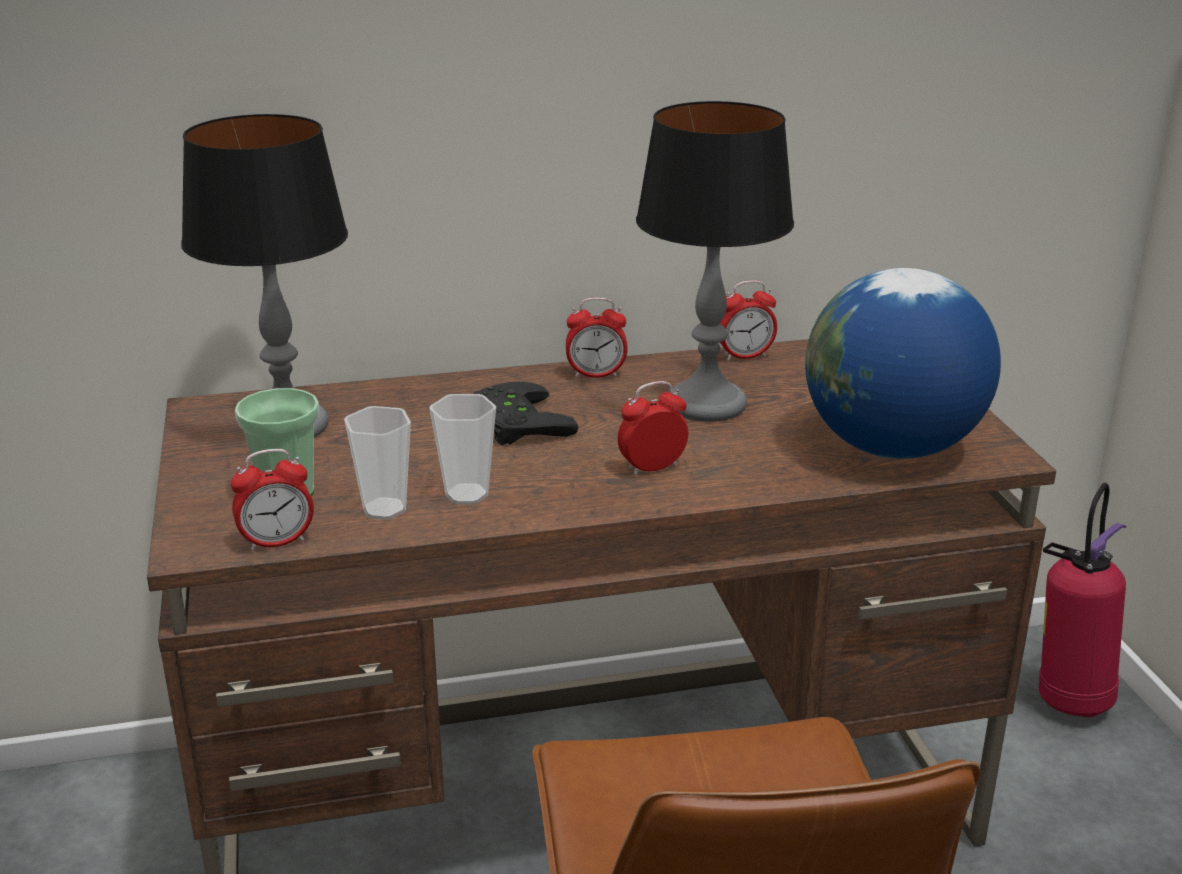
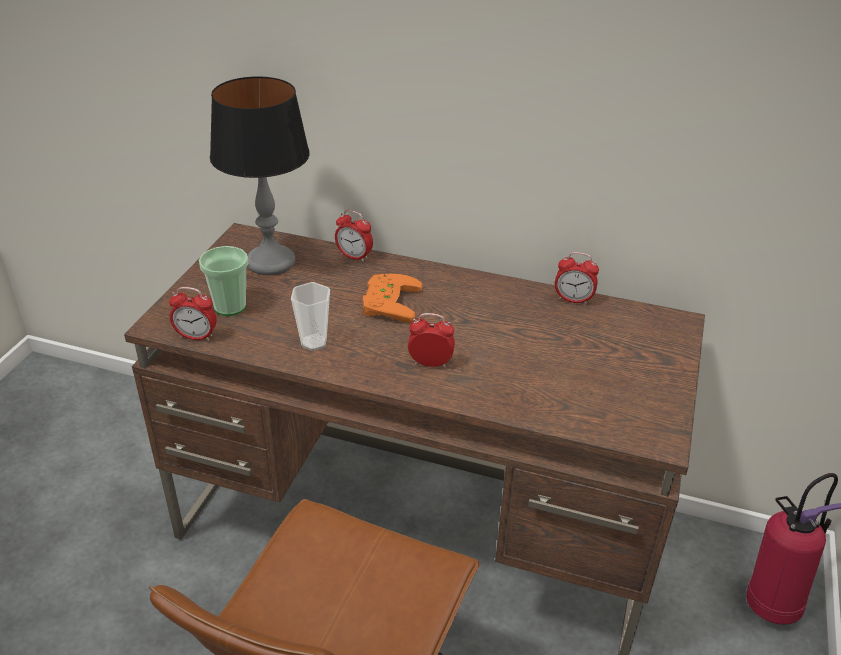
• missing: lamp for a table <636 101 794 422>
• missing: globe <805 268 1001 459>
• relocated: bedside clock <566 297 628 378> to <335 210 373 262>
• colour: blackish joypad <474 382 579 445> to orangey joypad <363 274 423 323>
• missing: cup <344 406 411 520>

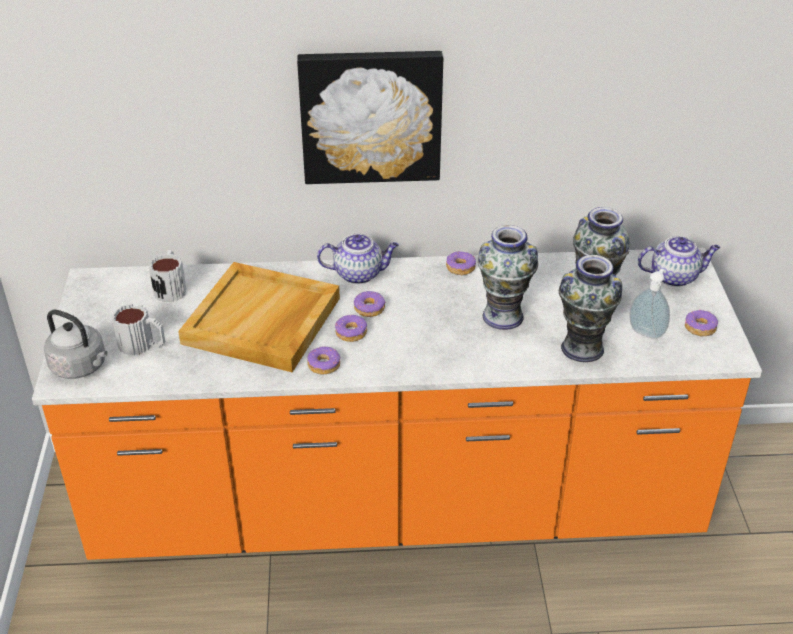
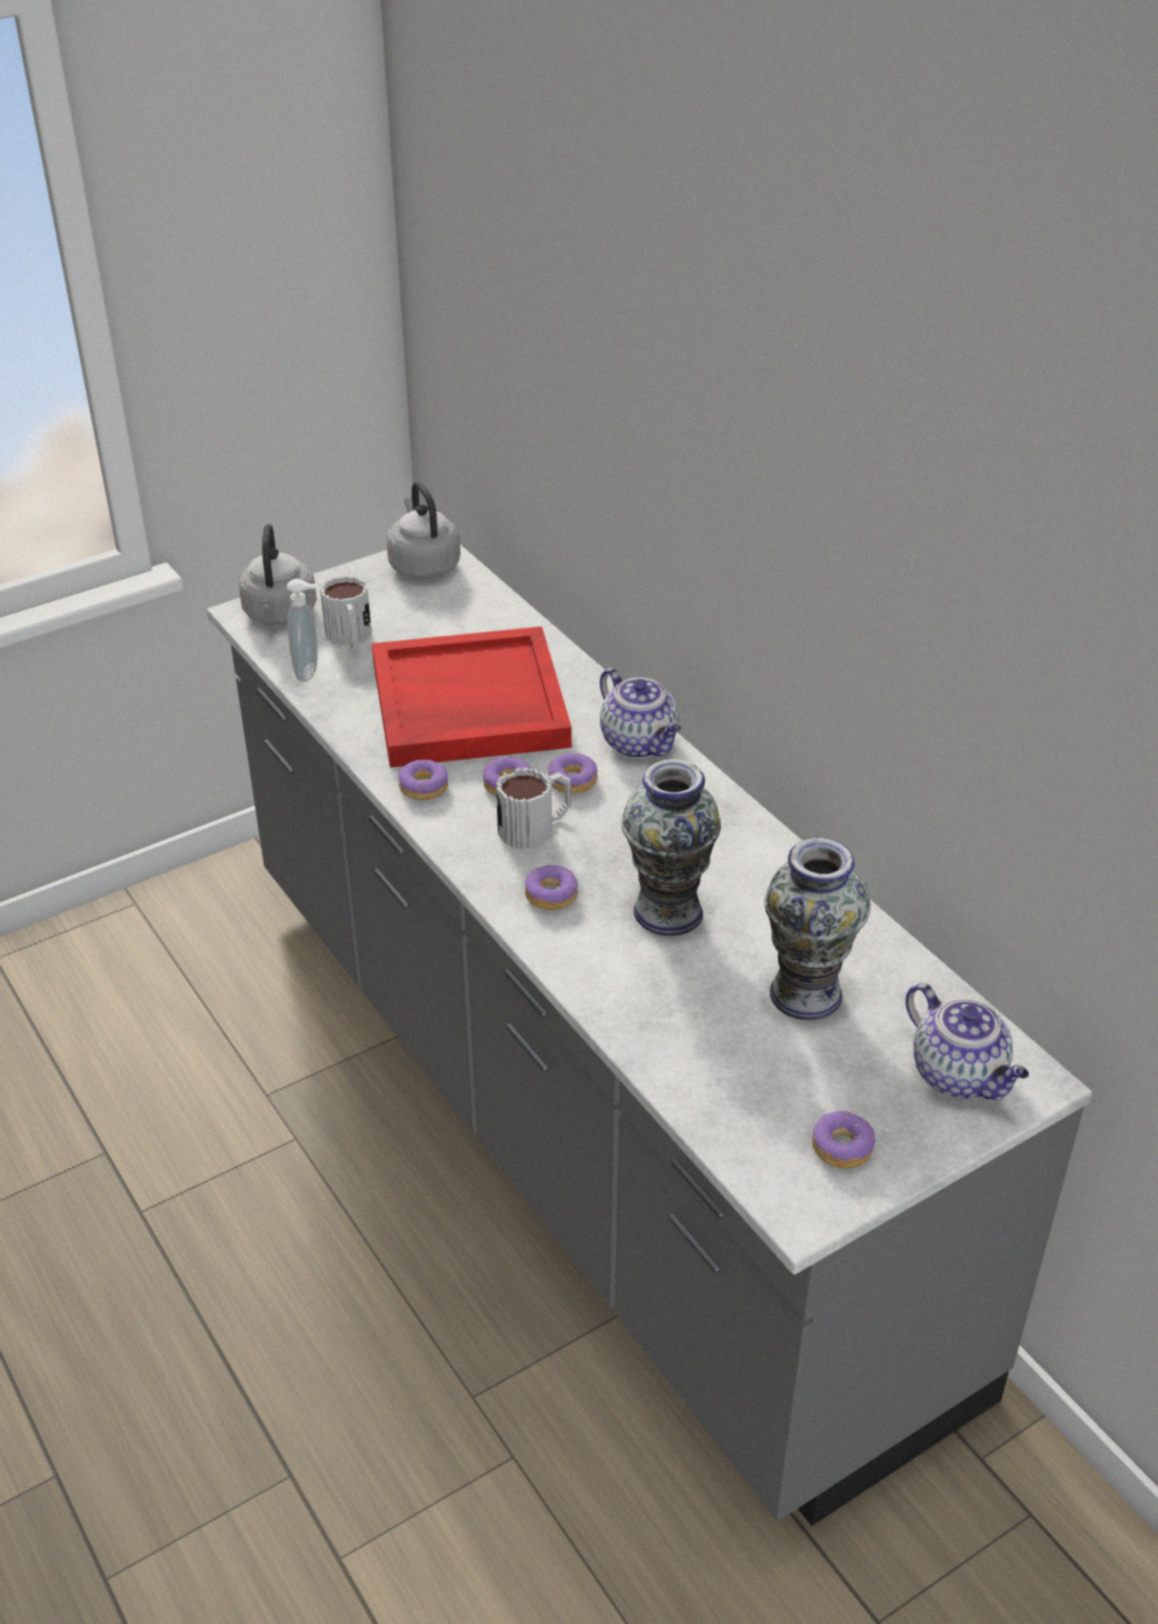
• missing: picture <297 51 443 184>
• colour: orangey counter <32 248 762 560> to greyish counter <207 545 1092 1526>
• relocated: mug <149 250 186 302> to <496 768 571 849>
• relocated: donut <446 251 476 275> to <525 865 578 910>
• missing: decorative vase <559 255 622 362>
• colour: beige-coloured tray <178 262 340 372> to red tray <372 626 572 768>
• relocated: soap dispenser <629 269 670 339> to <287 579 318 682>
• appeared: greyish water kettle <386 481 460 579>

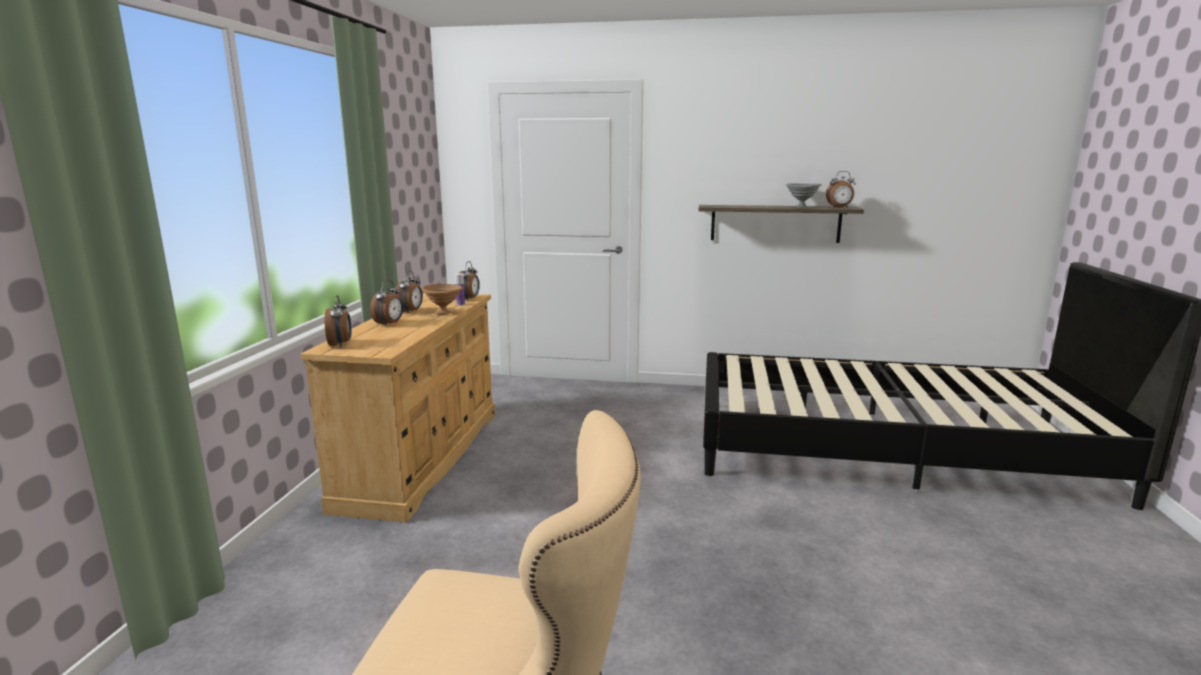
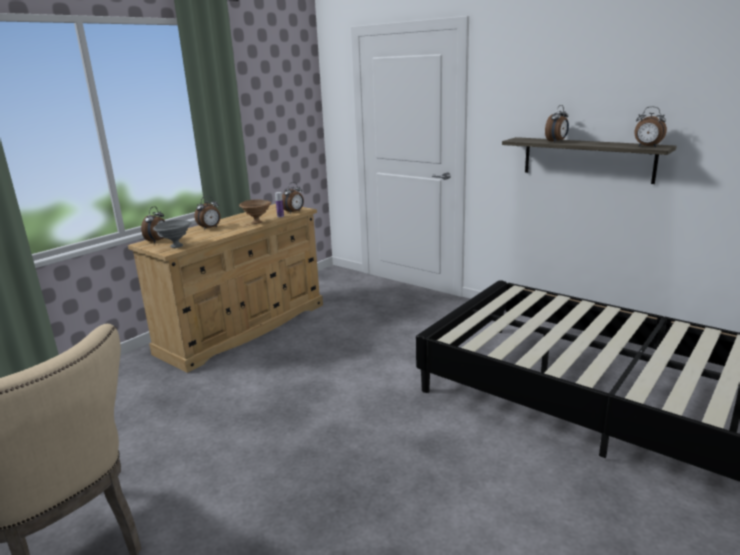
• relocated: greyish deep dish <785 184 822 208> to <153 220 191 248>
• relocated: bedside clock <395 271 423 314> to <545 105 569 143>

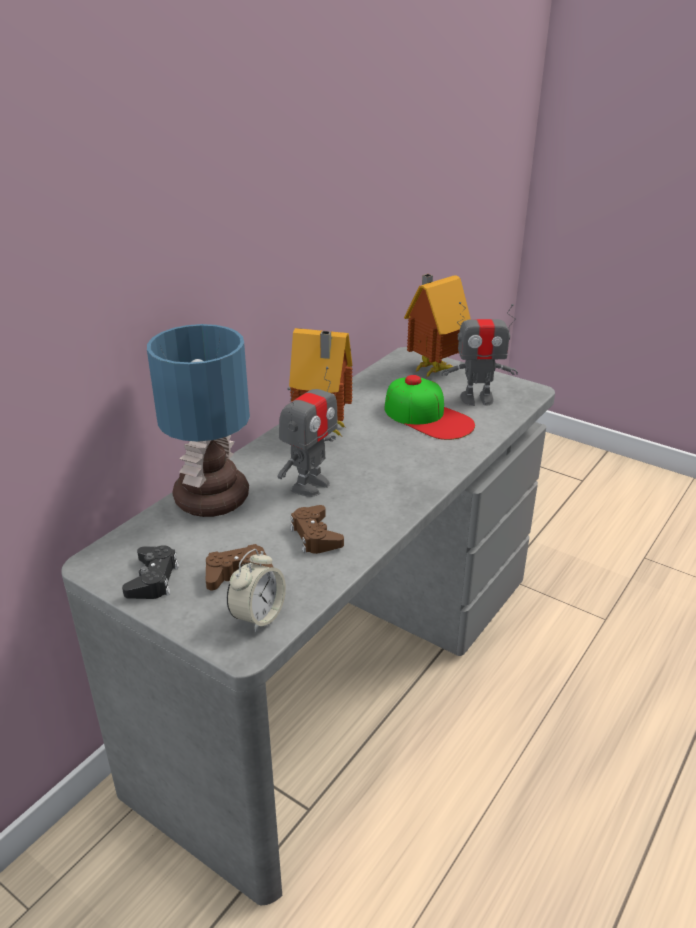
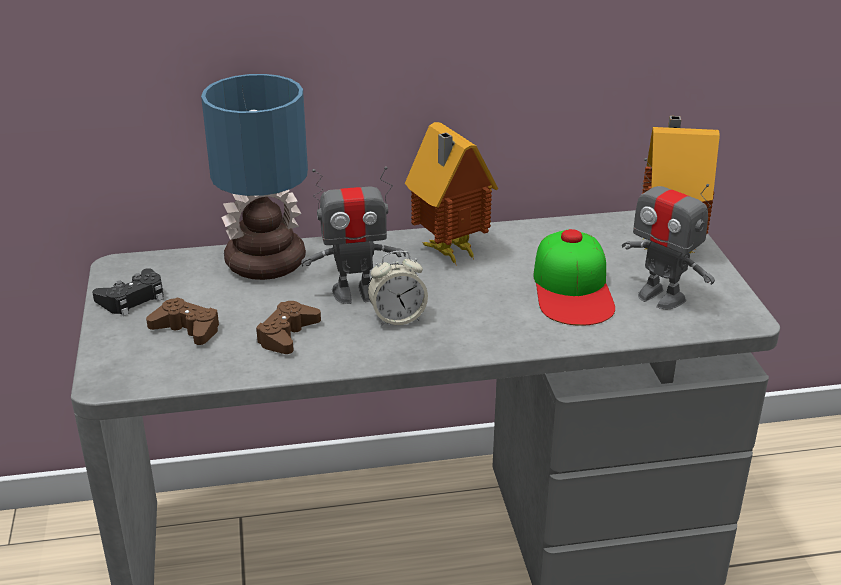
• relocated: bedside clock <227 549 286 633> to <368 251 428 327>

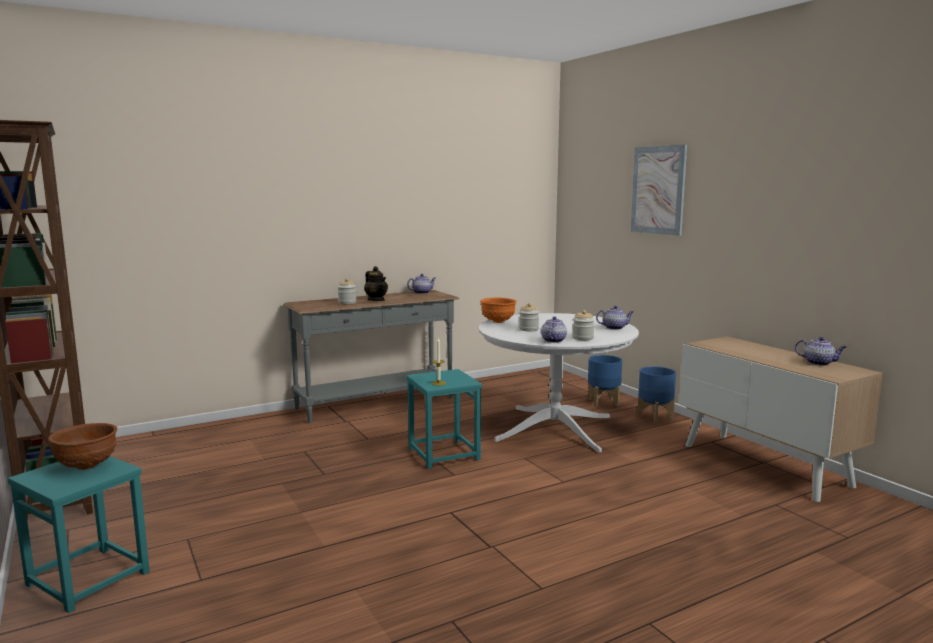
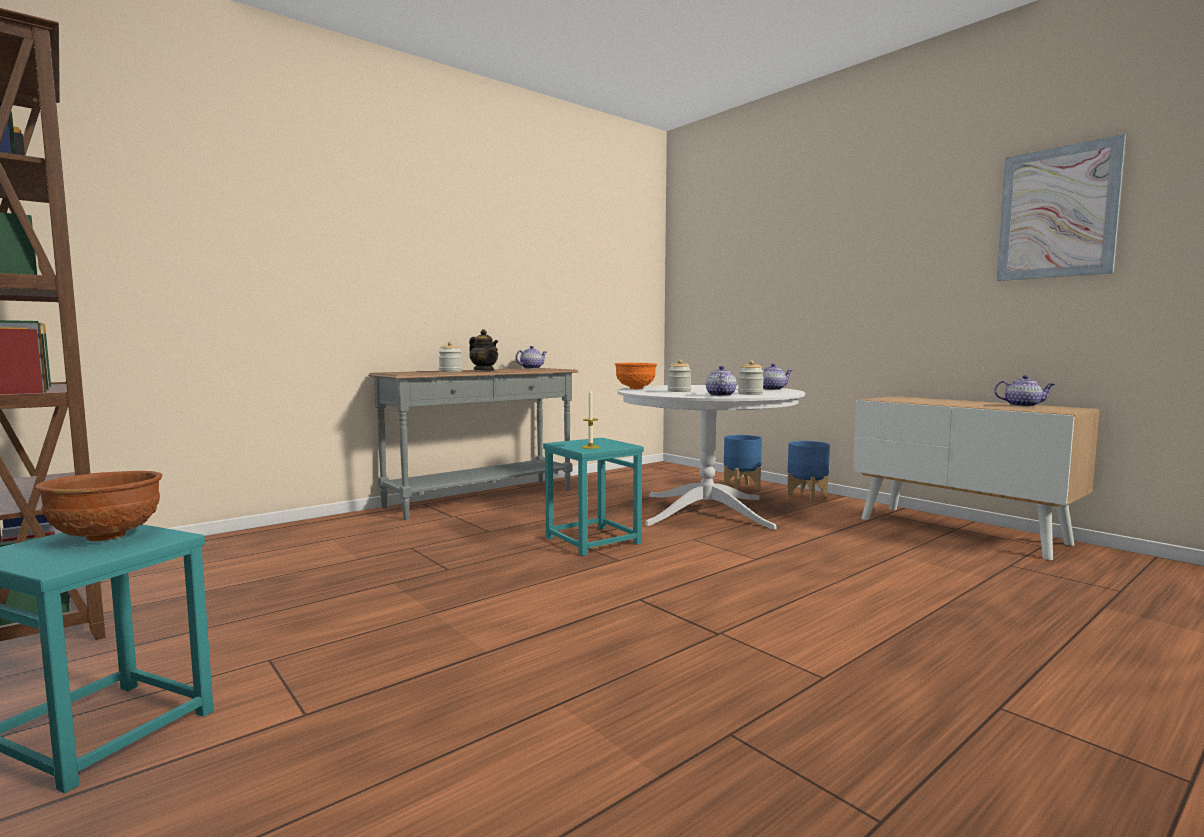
• relocated: picture <631 144 687 236> to <997 134 1126 281>

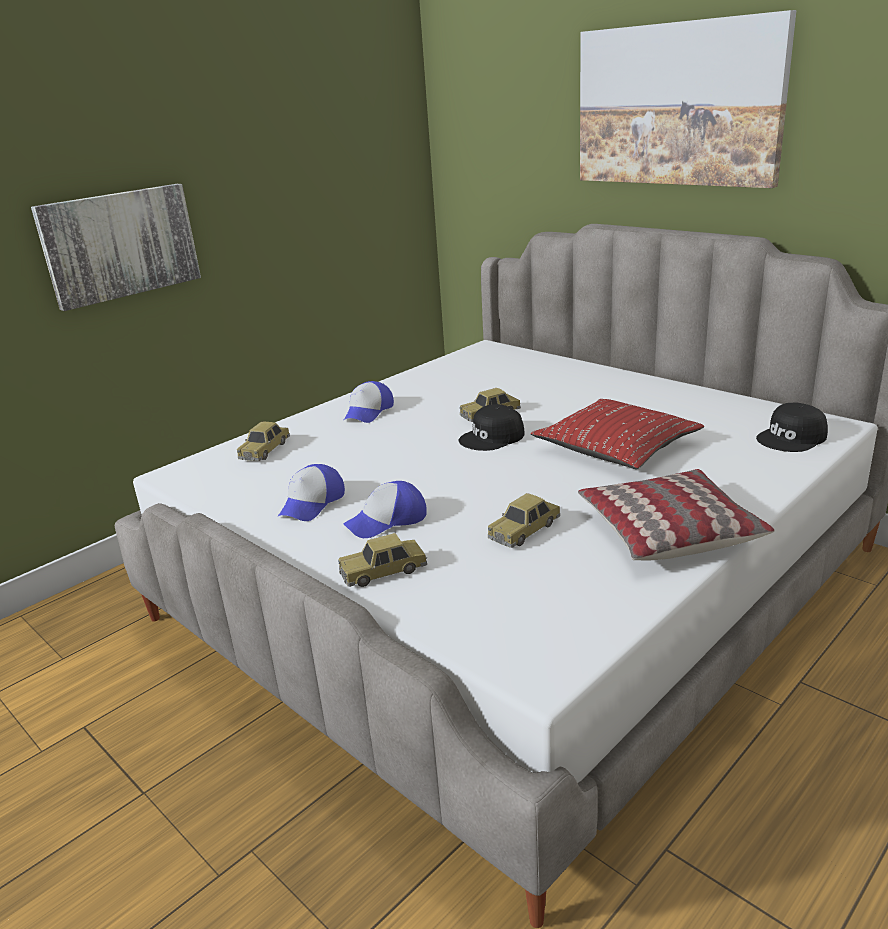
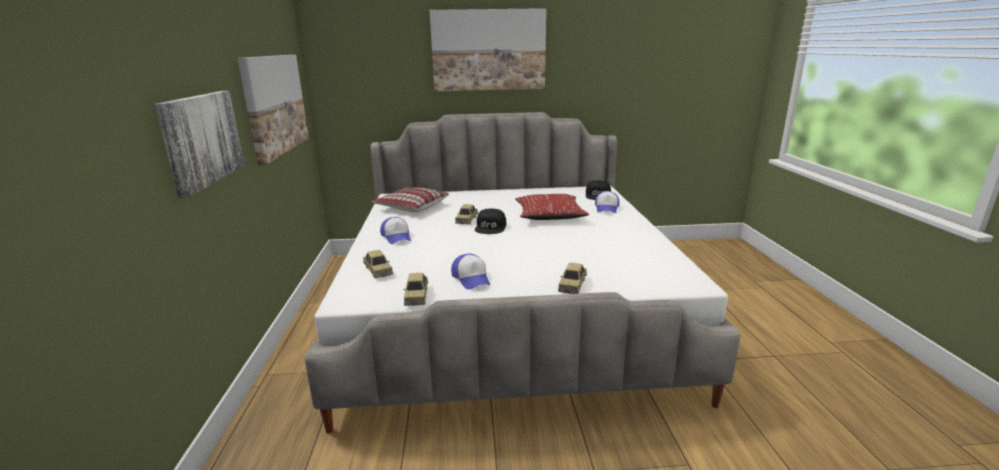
• relocated: pillow <578 469 775 561> to <371 187 449 212>
• relocated: peaked cap <343 481 427 538> to <595 191 620 213>
• relocated: model car <488 493 560 548> to <403 273 428 306>
• appeared: picture <237 55 309 165>

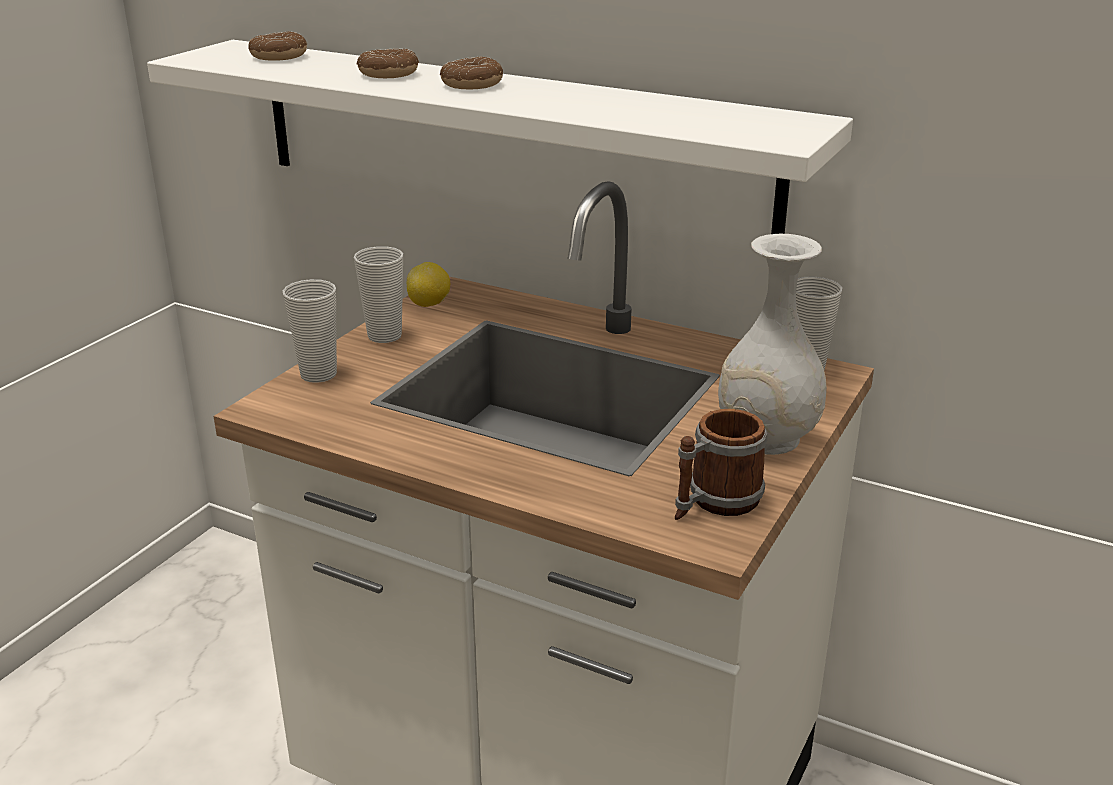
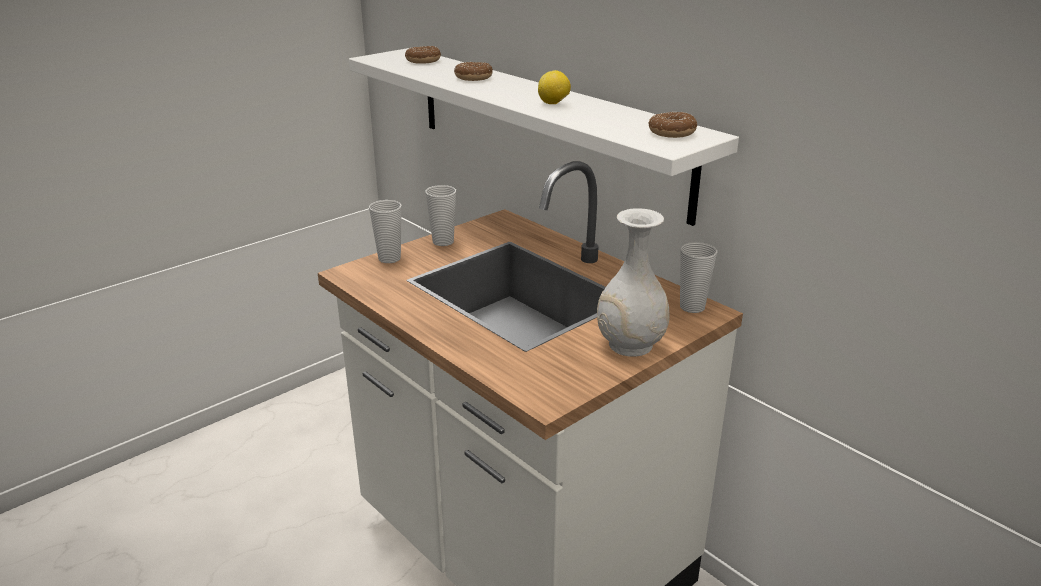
• relocated: donut <440 57 503 90> to <648 112 697 138>
• relocated: citrus fruit <406 262 450 307> to <538 70 571 104>
• missing: mug <675 409 767 520>

